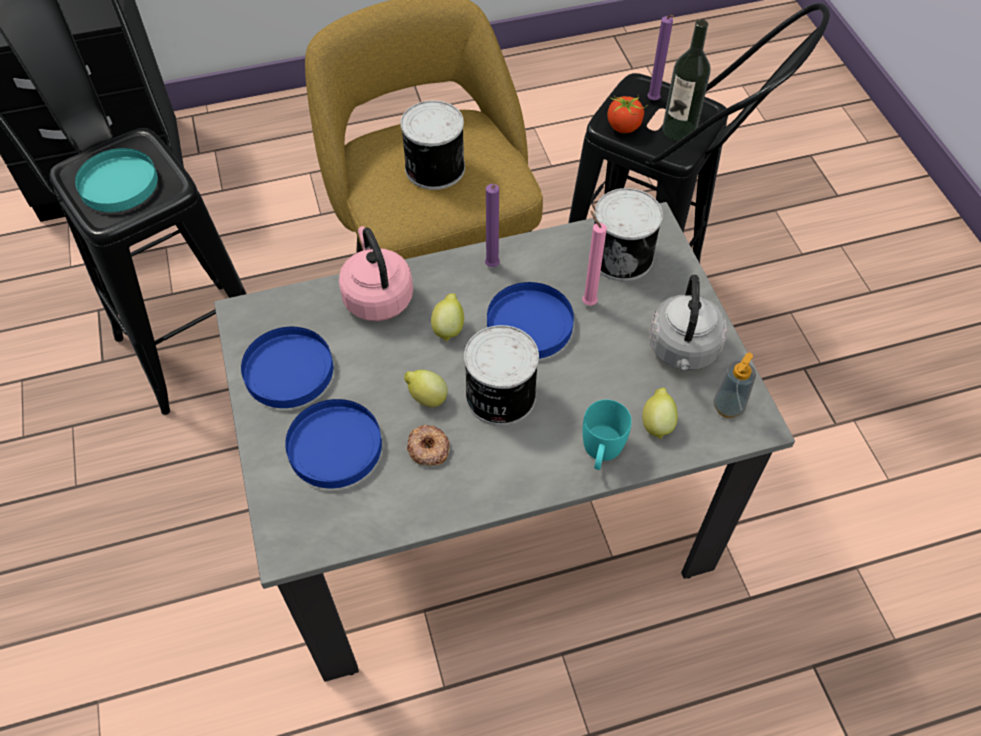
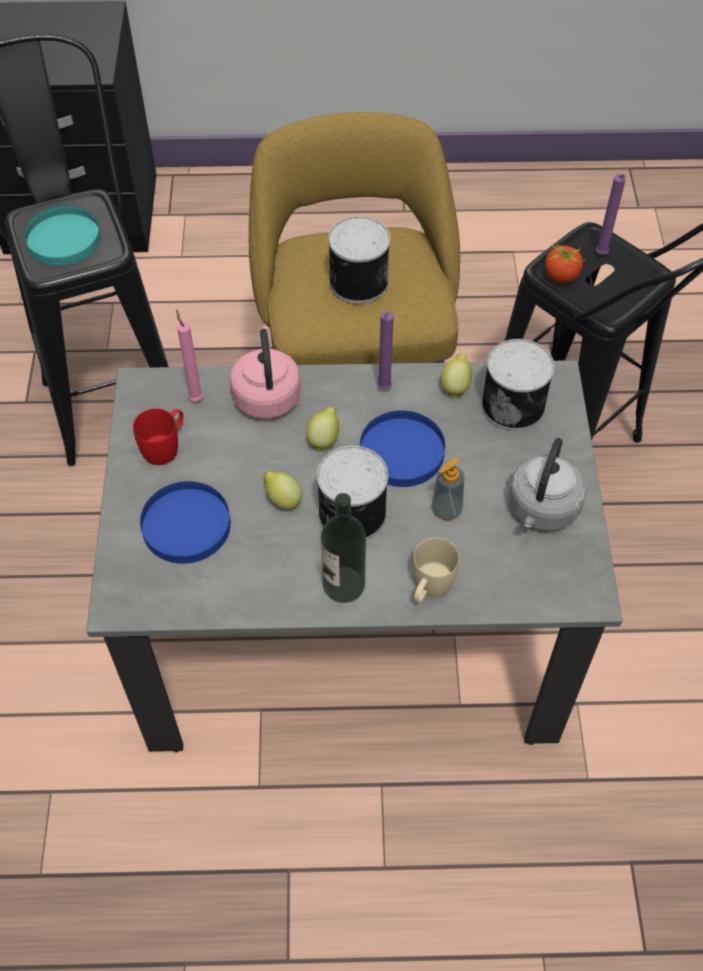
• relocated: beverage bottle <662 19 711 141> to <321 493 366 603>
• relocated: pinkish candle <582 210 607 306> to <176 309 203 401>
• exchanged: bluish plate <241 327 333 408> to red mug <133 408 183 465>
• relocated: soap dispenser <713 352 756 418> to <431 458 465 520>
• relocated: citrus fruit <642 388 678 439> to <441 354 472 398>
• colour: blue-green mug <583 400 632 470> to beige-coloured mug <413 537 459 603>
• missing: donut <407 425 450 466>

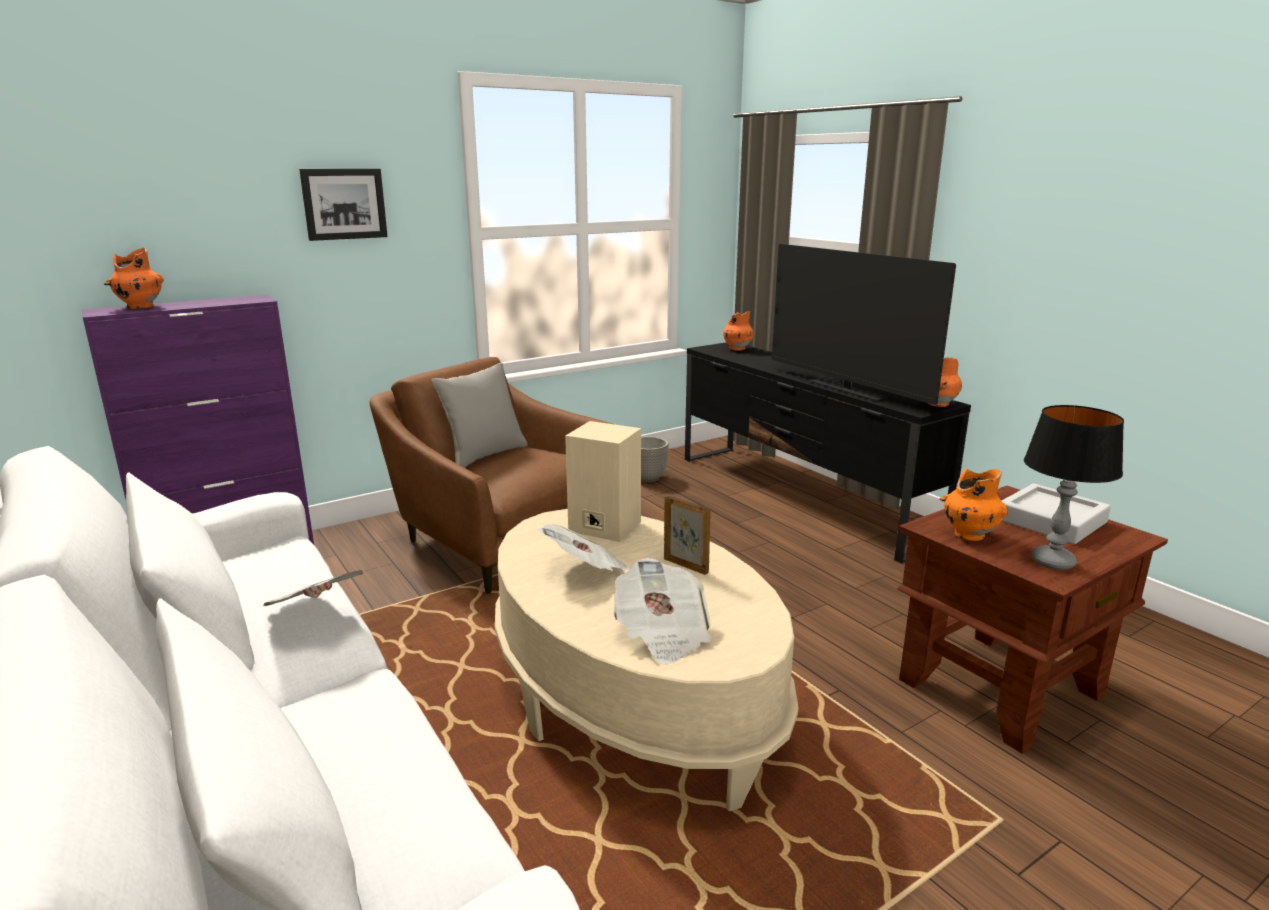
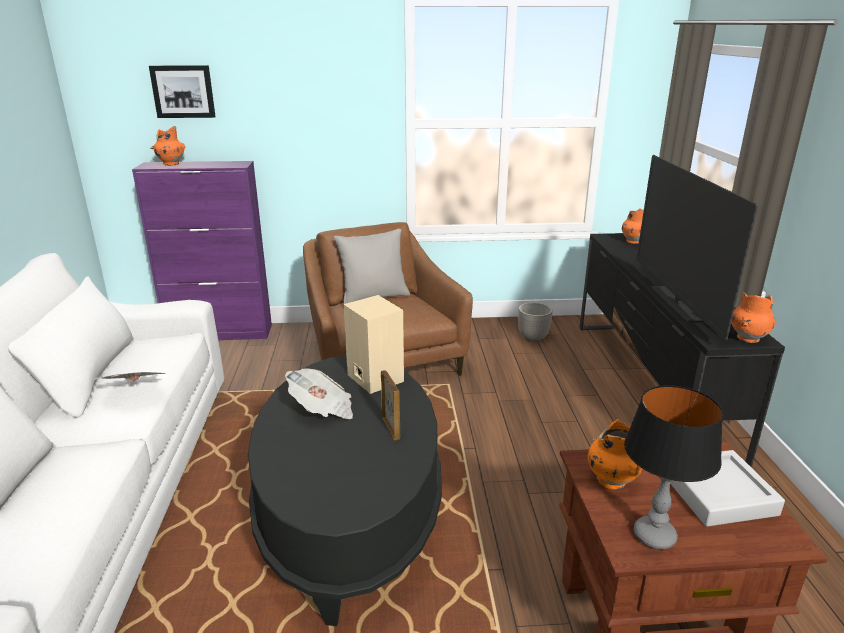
• relocated: picture <299 169 388 241> to <149 65 216 118>
• colour: beige-coloured low table <495 509 799 811> to blackish low table <248 356 442 626>
• missing: daily paper <613 558 712 665>

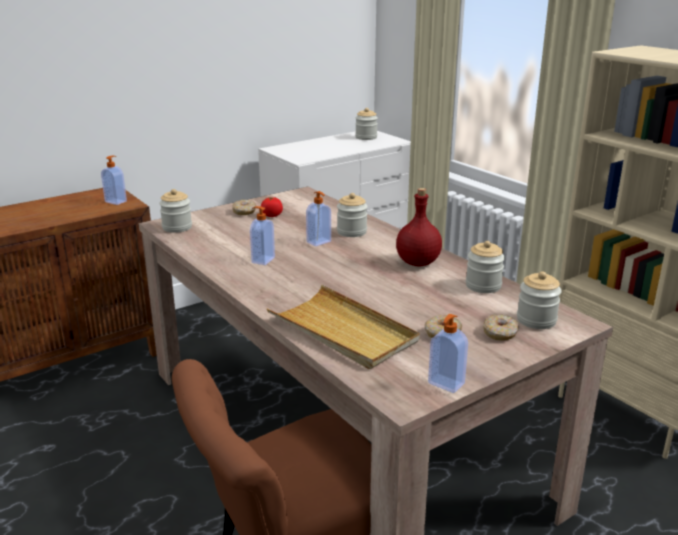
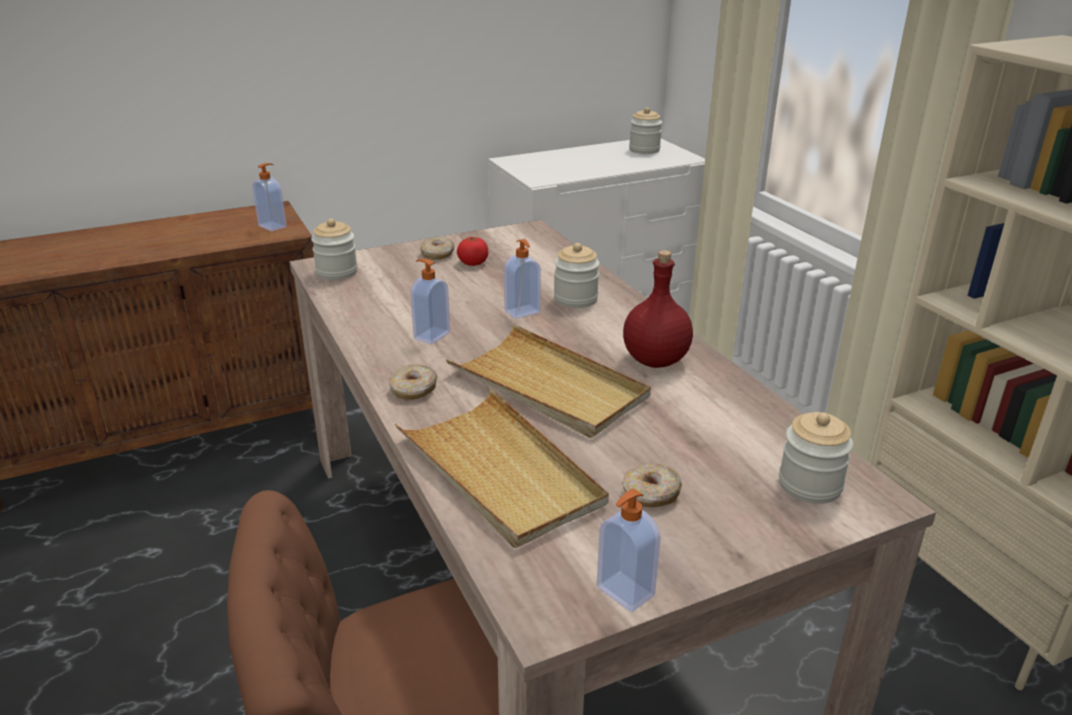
• missing: jar <466 241 505 293>
• relocated: donut <483 314 519 341> to <389 364 437 400>
• appeared: beige-coloured tray <446 324 651 438>

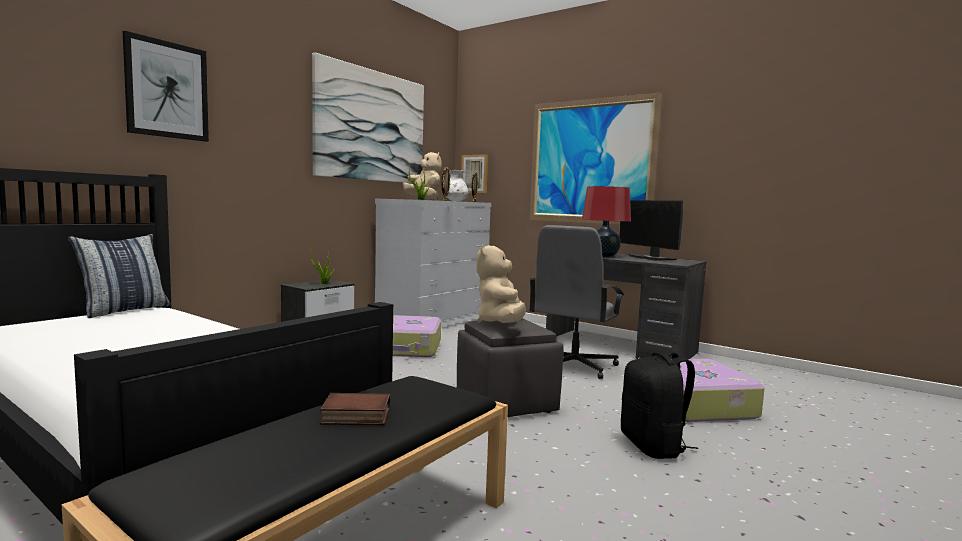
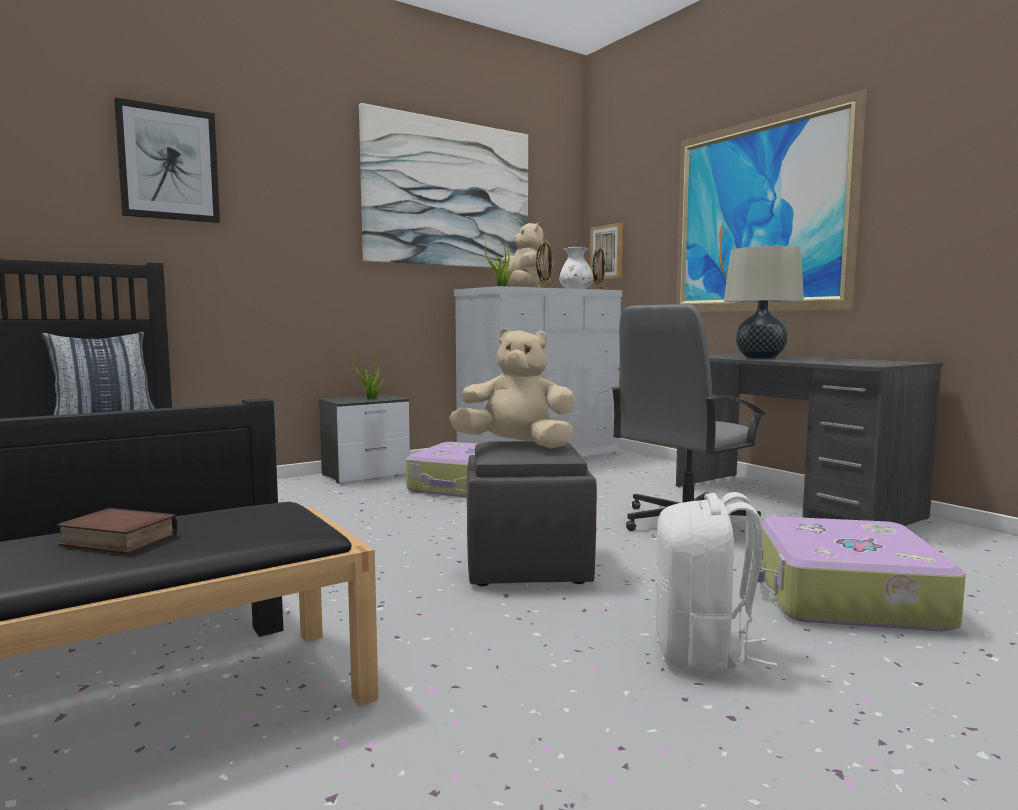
• colour: red lamp for a table <582 186 631 257> to beige-coloured lamp for a table <724 246 804 359>
• missing: computer display <619 200 683 261>
• spun: beige-coloured soft toy <477 245 526 323> = <449 328 575 449> 75 degrees clockwise
• colour: blackish knapsack <621 350 698 459> to white knapsack <655 492 777 676>

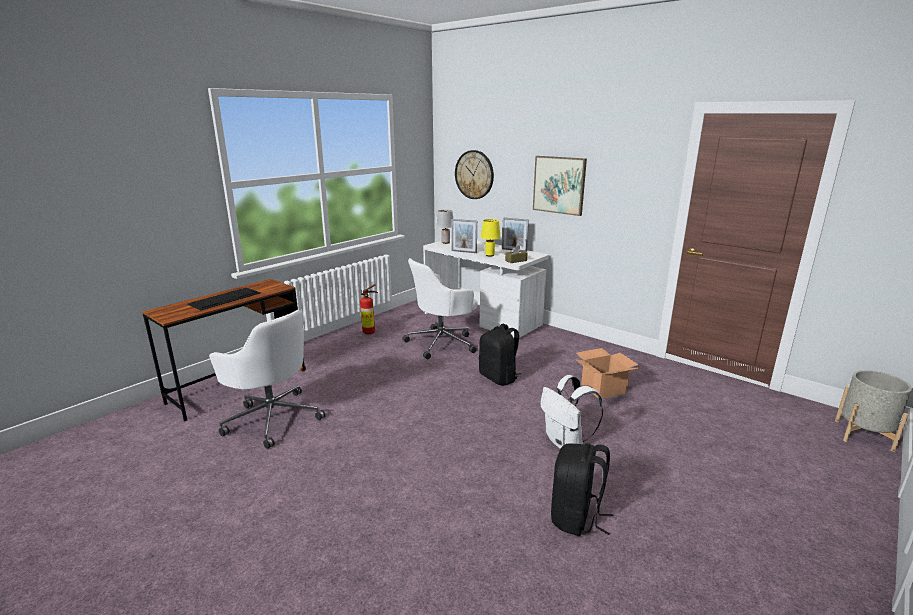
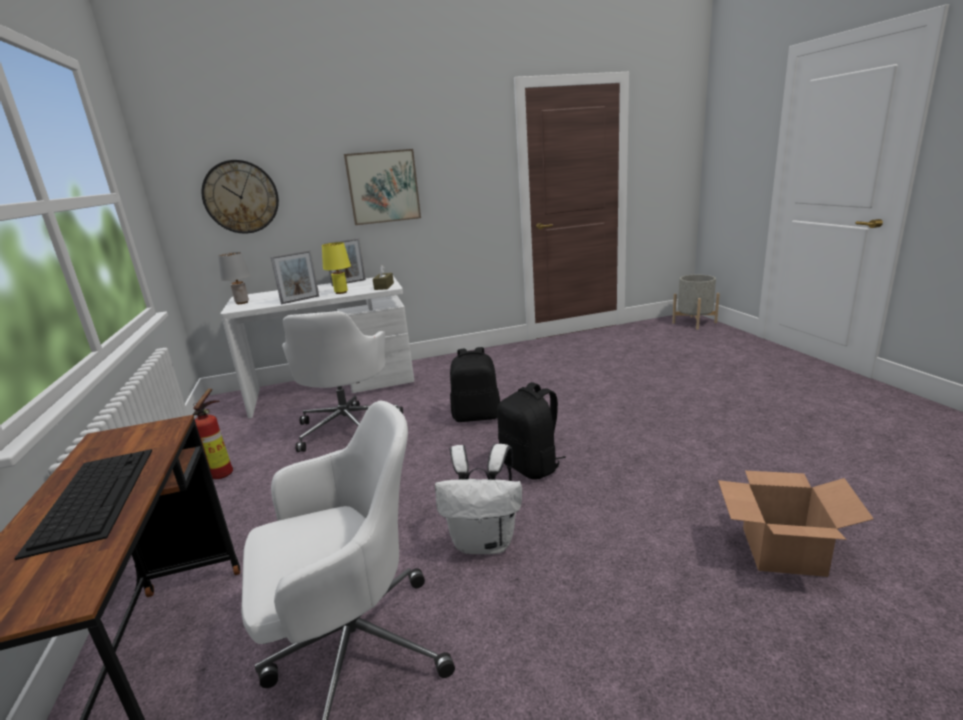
• relocated: cardboard box <576 348 639 399> to <718 471 874 577>
• relocated: white knapsack <541 375 603 449> to <435 444 522 554>
• relocated: blackish knapsack <551 443 613 536> to <497 382 566 480>

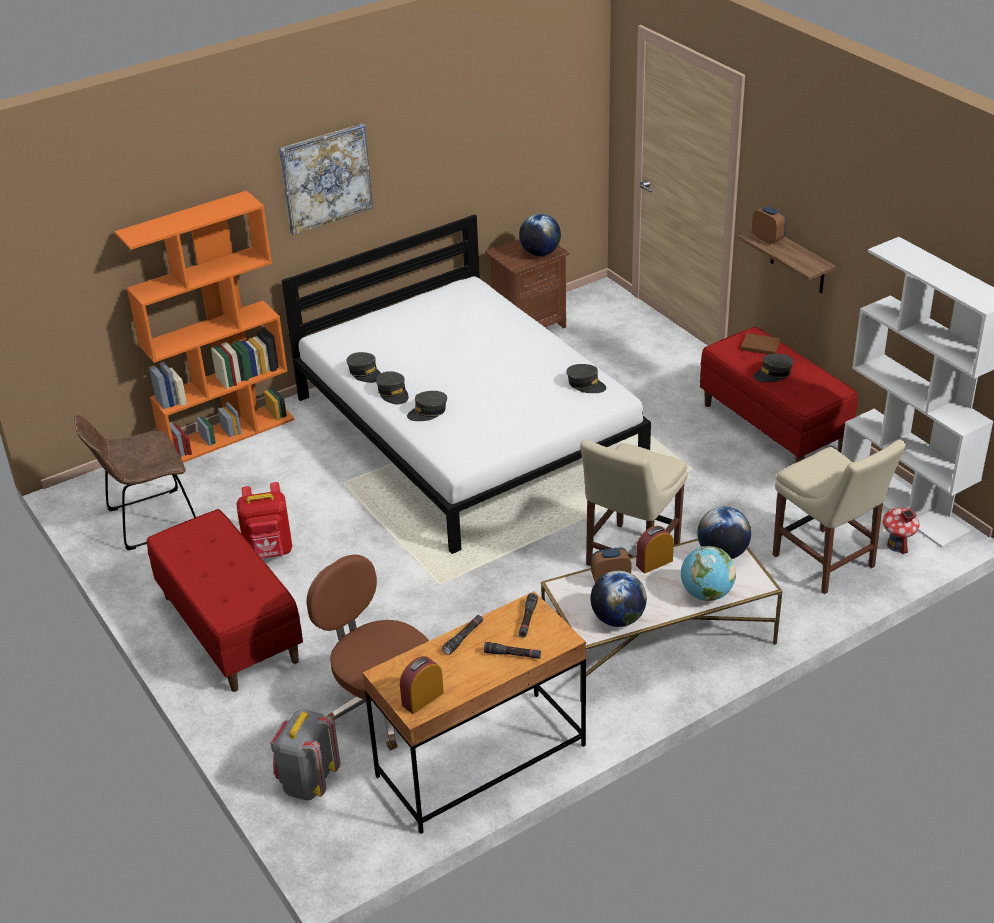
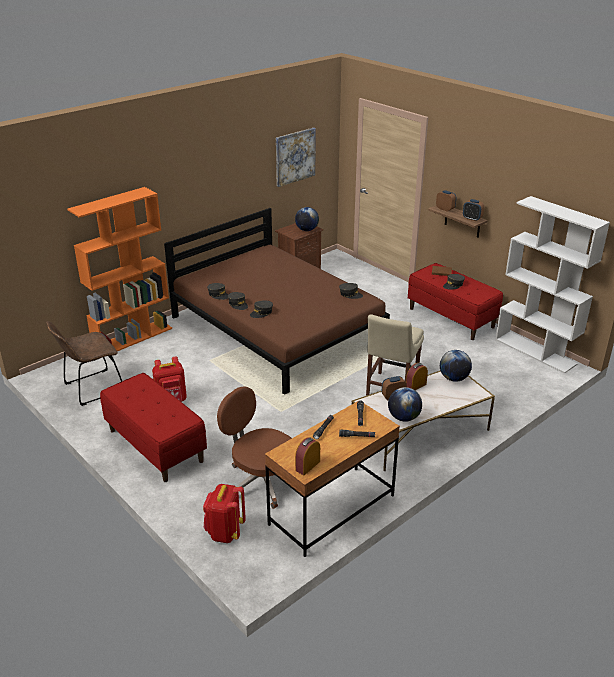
• relocated: picture <279 123 373 235> to <276 128 316 187>
• colour: white bed <282 214 651 554> to brownish bed <164 208 390 395>
• missing: beige-coloured chair <773 440 905 594>
• missing: toy house <882 508 919 554>
• missing: globe <681 546 736 601>
• colour: greyish knapsack <270 709 340 800> to red knapsack <203 484 246 543>
• appeared: bedside clock <463 199 484 221>

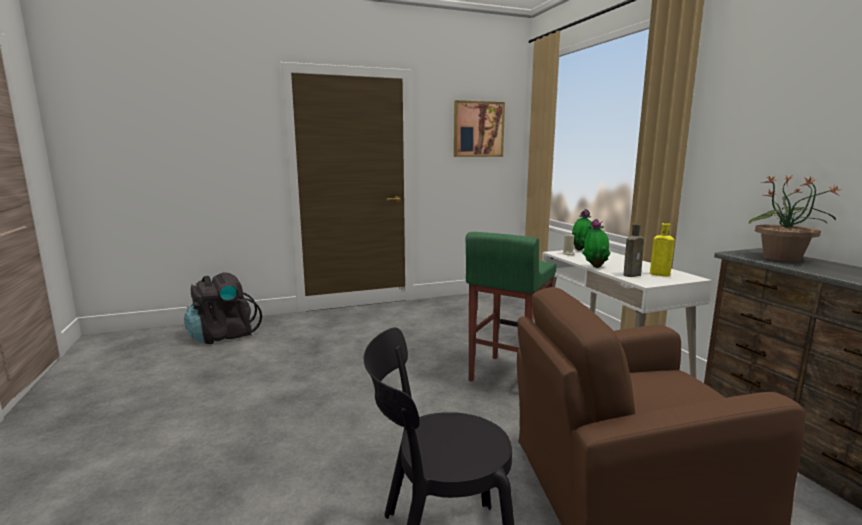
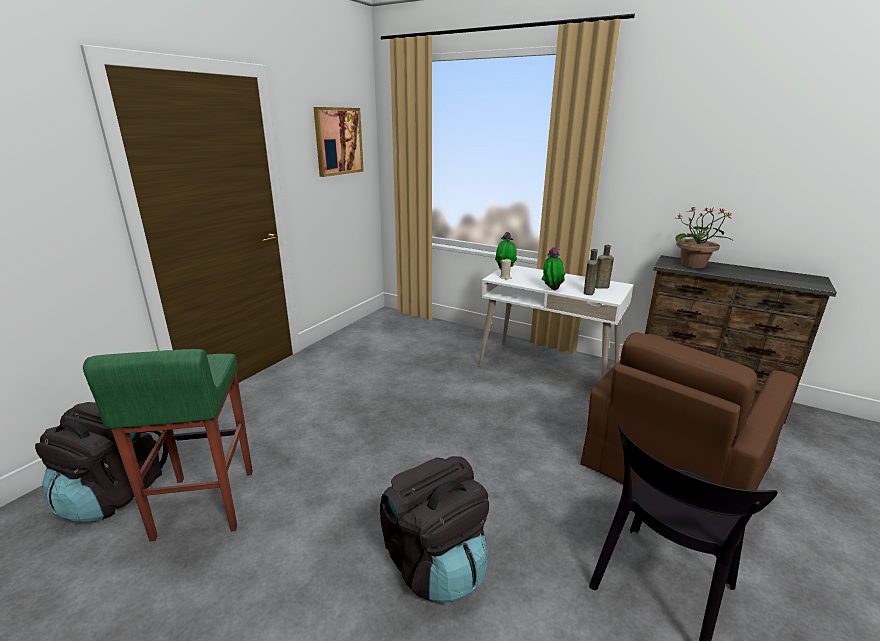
• colour: yellow-coloured beverage bottle <650 223 675 277> to brownish beverage bottle <595 245 614 289>
• relocated: green sitting stool <466 232 556 382> to <83 349 253 541>
• appeared: blackish knapsack <380 456 489 603>

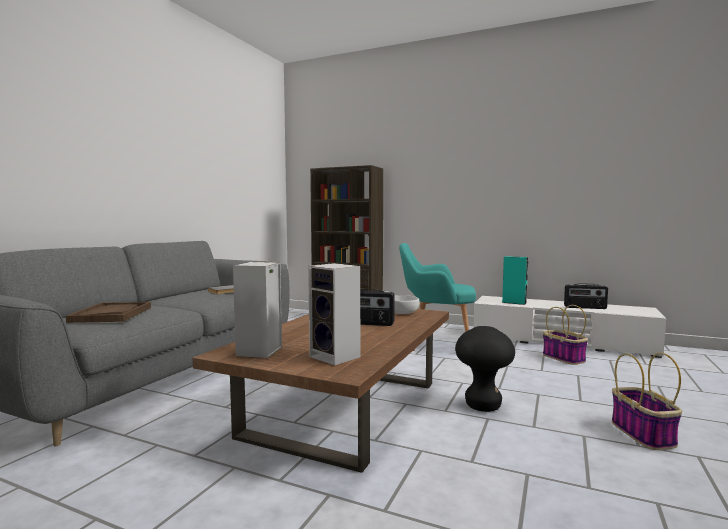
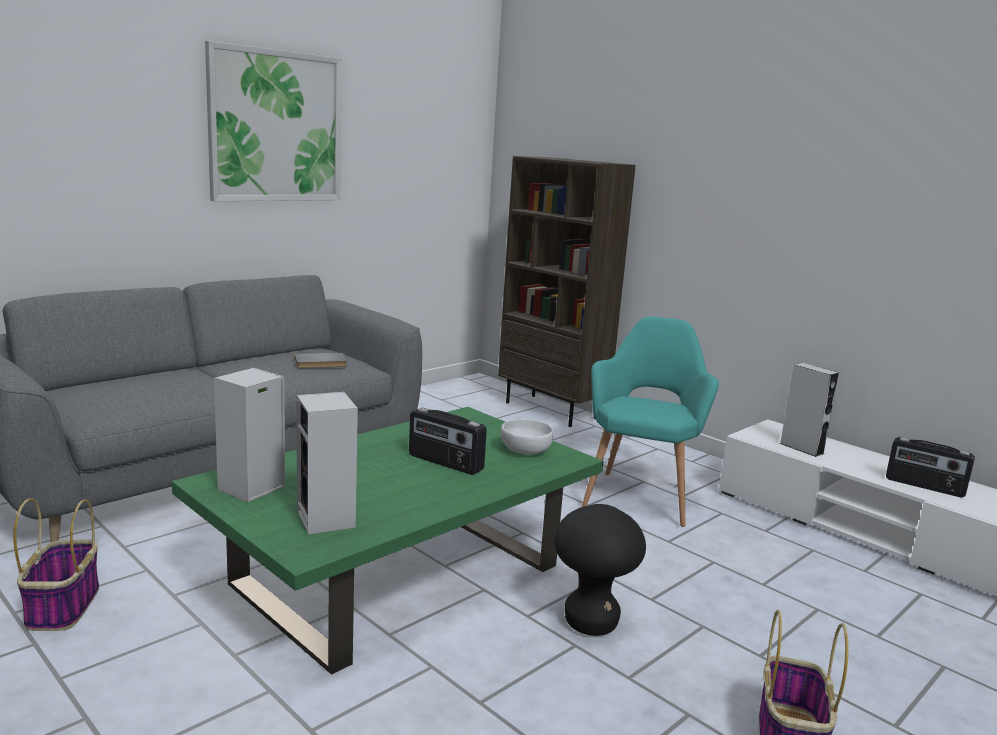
• spun: blue-green easy chair <399 243 476 351> = <582 316 719 527> 75 degrees clockwise
• colour: blue-green speaker <502 256 528 305> to greyish speaker <779 363 839 457>
• missing: brownish tray <66 302 151 323>
• relocated: basket <543 305 588 365> to <13 498 99 631>
• colour: brownish low table <192 309 449 473> to green low table <172 407 603 675>
• appeared: picture <205 41 342 201>

